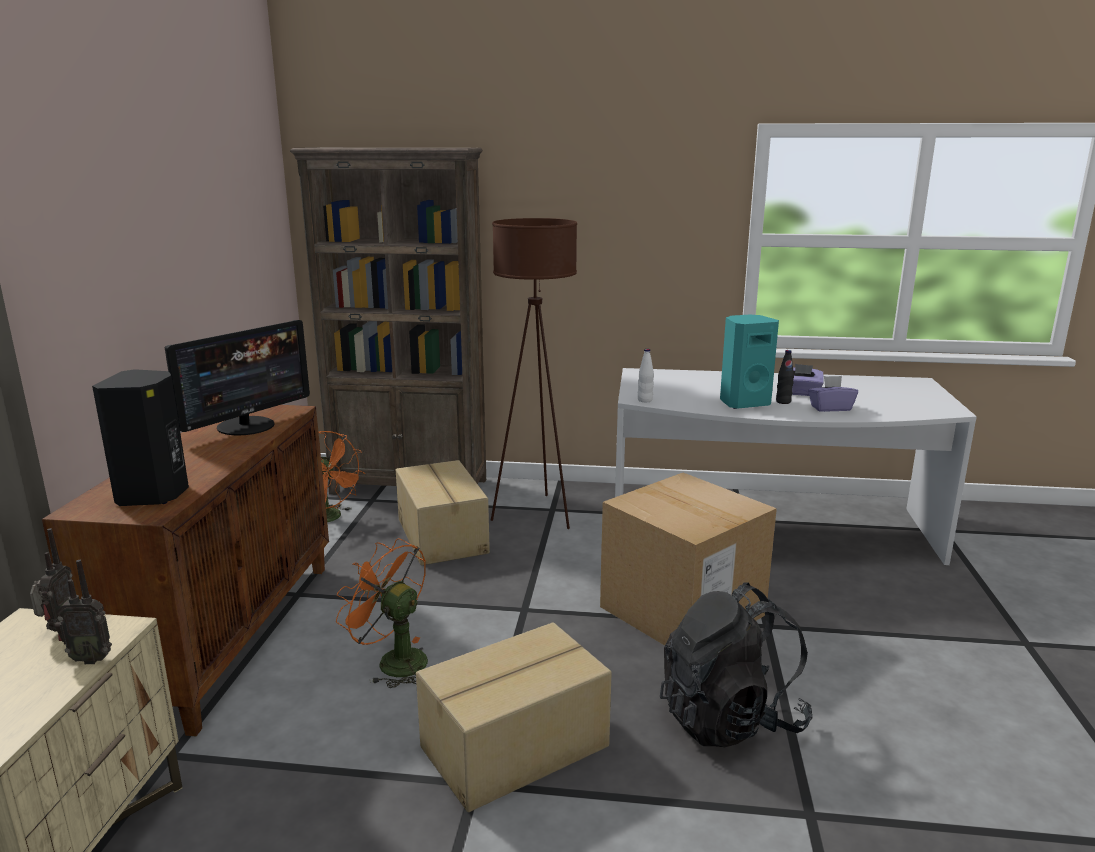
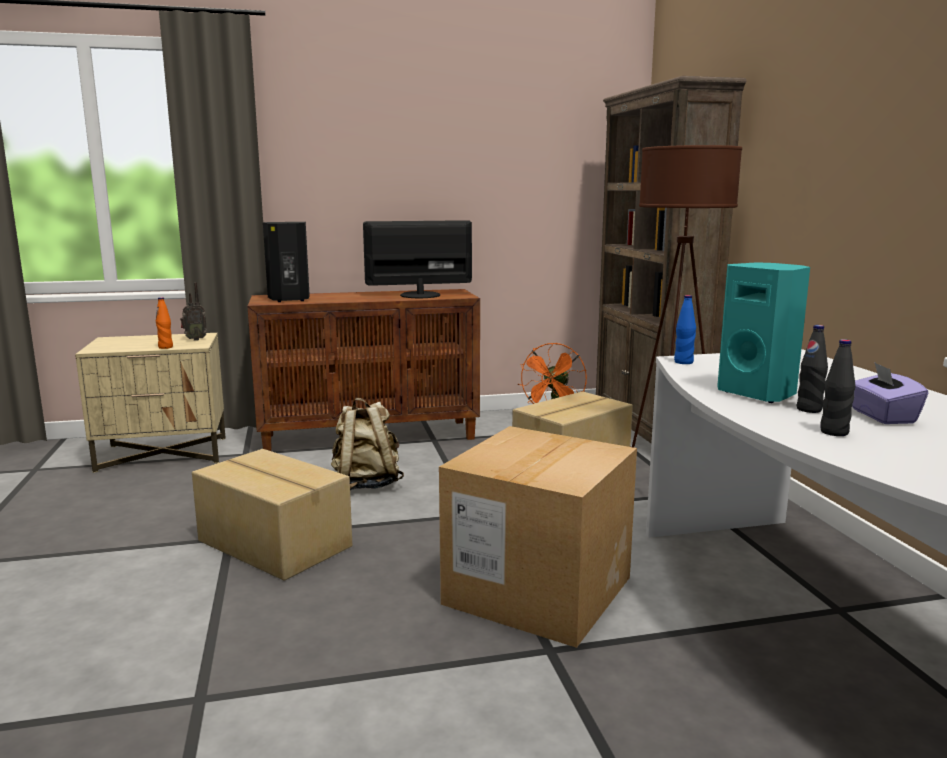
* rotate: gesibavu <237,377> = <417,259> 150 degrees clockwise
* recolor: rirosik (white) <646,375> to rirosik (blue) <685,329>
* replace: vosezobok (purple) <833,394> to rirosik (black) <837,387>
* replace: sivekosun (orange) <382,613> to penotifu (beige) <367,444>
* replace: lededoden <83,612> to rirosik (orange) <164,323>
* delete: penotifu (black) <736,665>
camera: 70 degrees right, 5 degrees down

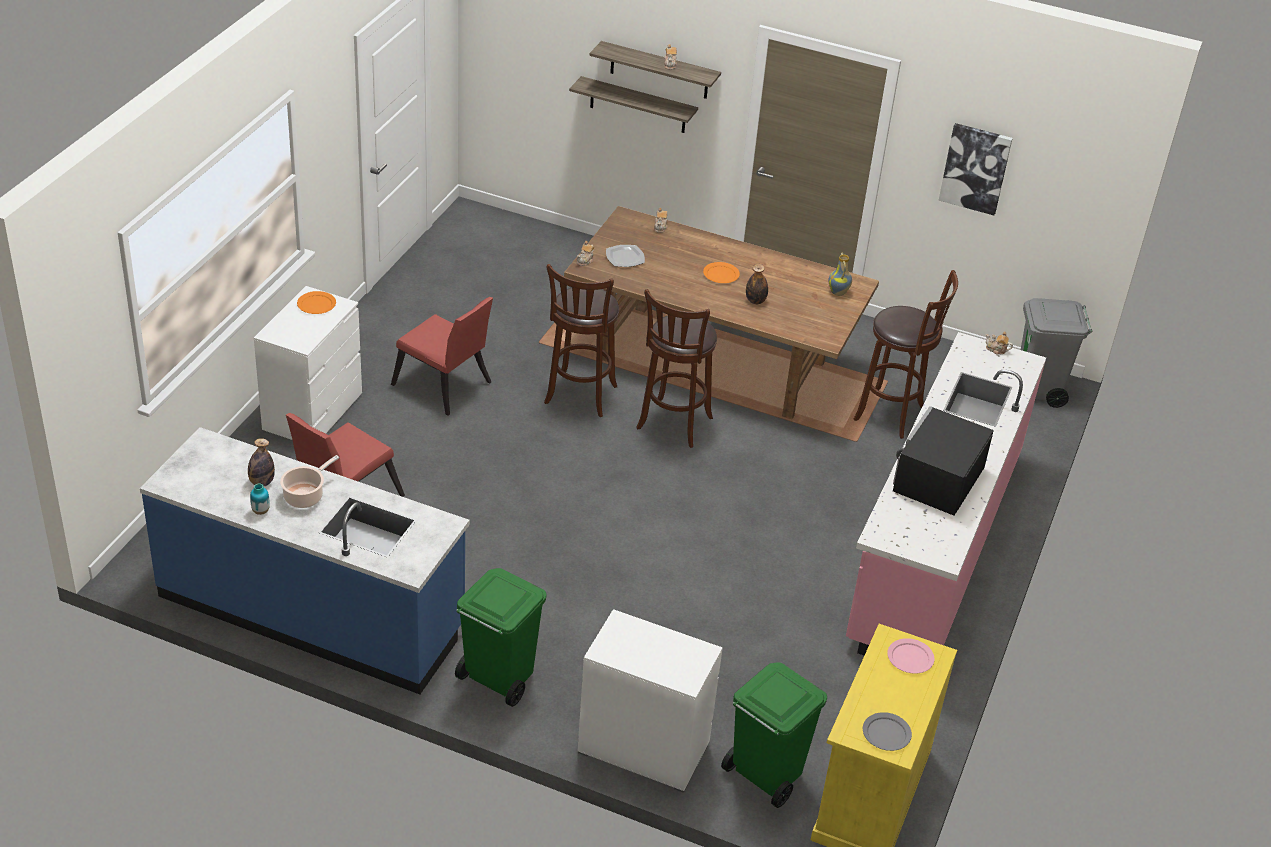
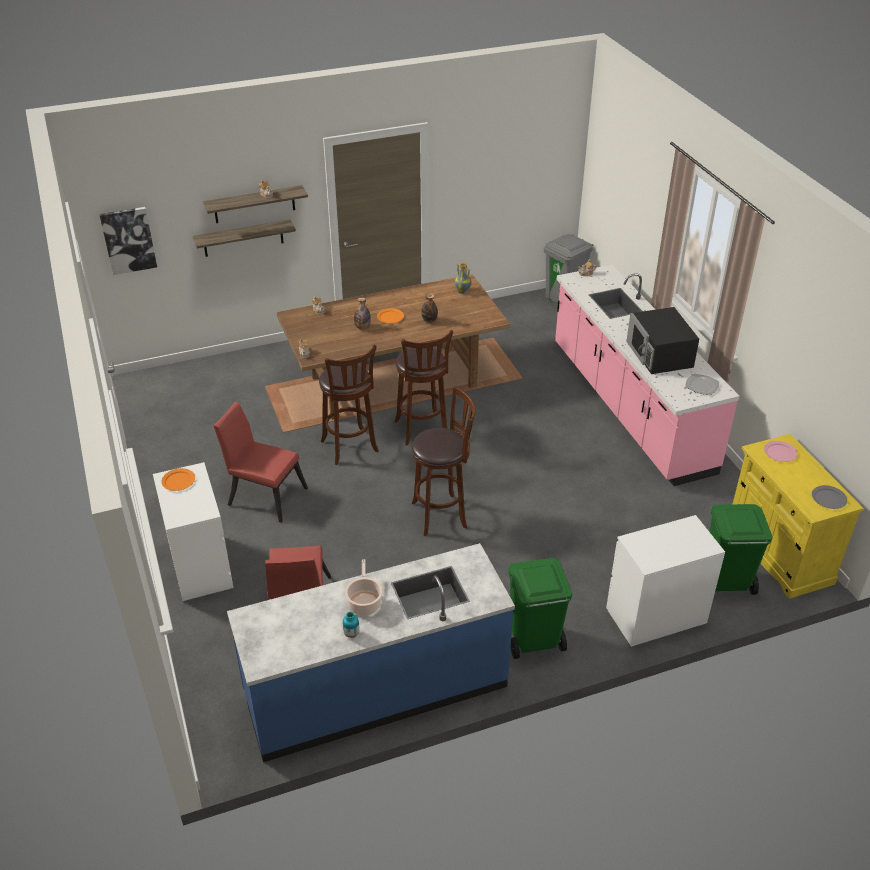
* move: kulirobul <976,169> to <128,241>
* move: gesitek <625,256> to <702,384>
* move: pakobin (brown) <906,354> to <443,461>
* rotate: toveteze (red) <442,356> = <260,462> 150 degrees counterclockwise
* move: rirosik <261,462> to <362,314>
camera: 40 degrees left, 0 degrees up

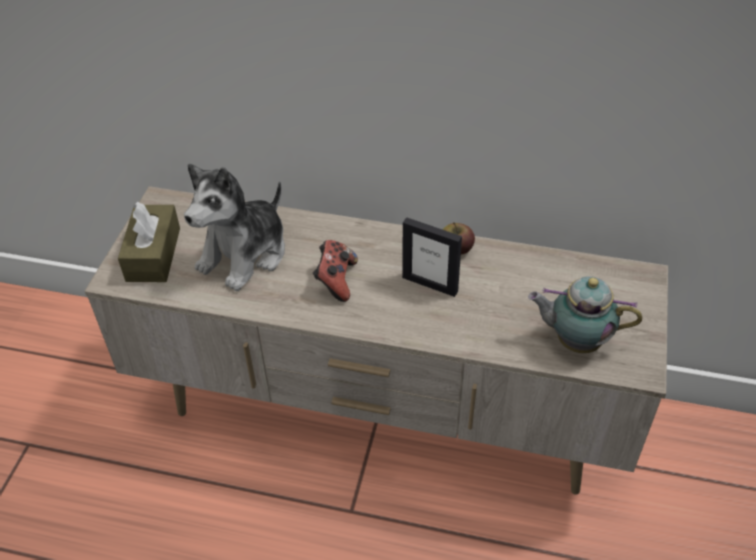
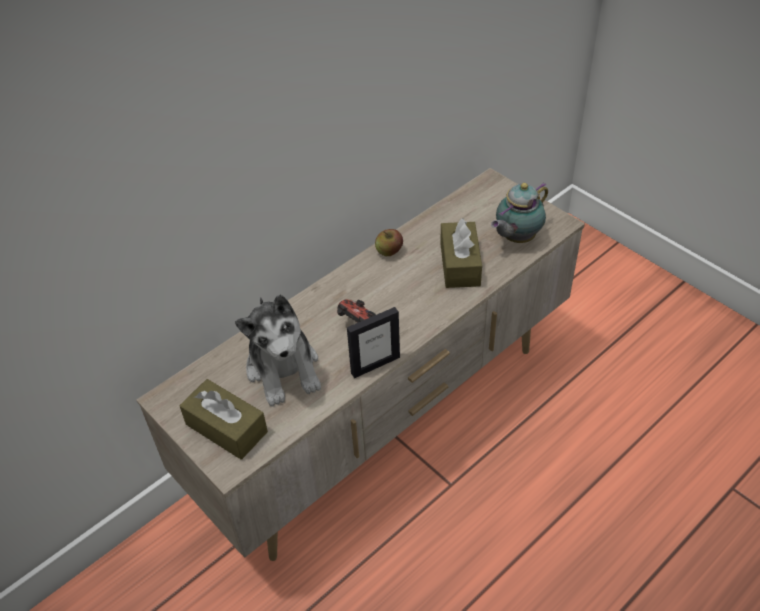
* move: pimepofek <432,257> to <373,342>
* insert: vosezobok (brown) <461,253>
camera: 55 degrees left, 0 degrees up

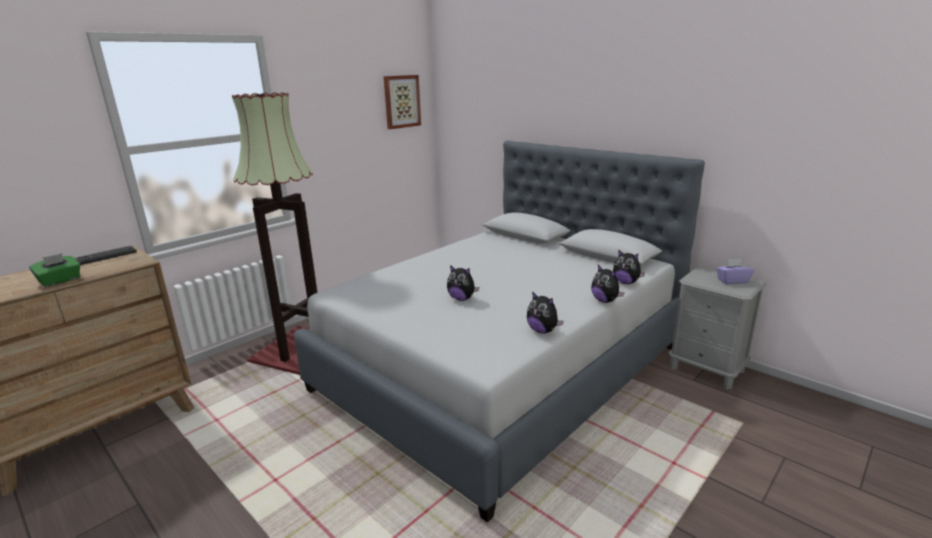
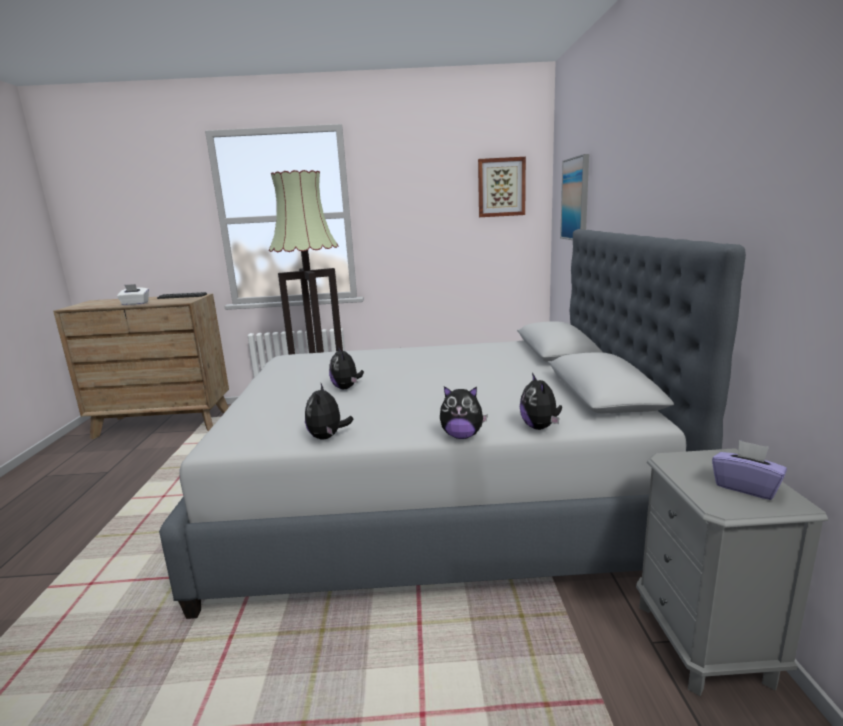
* recolor: vosezobok (green) <54,270> to vosezobok (white) <133,294>
* rotate: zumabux <607,284> = <464,412> 90 degrees counterclockwise
* insert: kulirobul <574,197>
camera: 45 degrees right, 5 degrees down

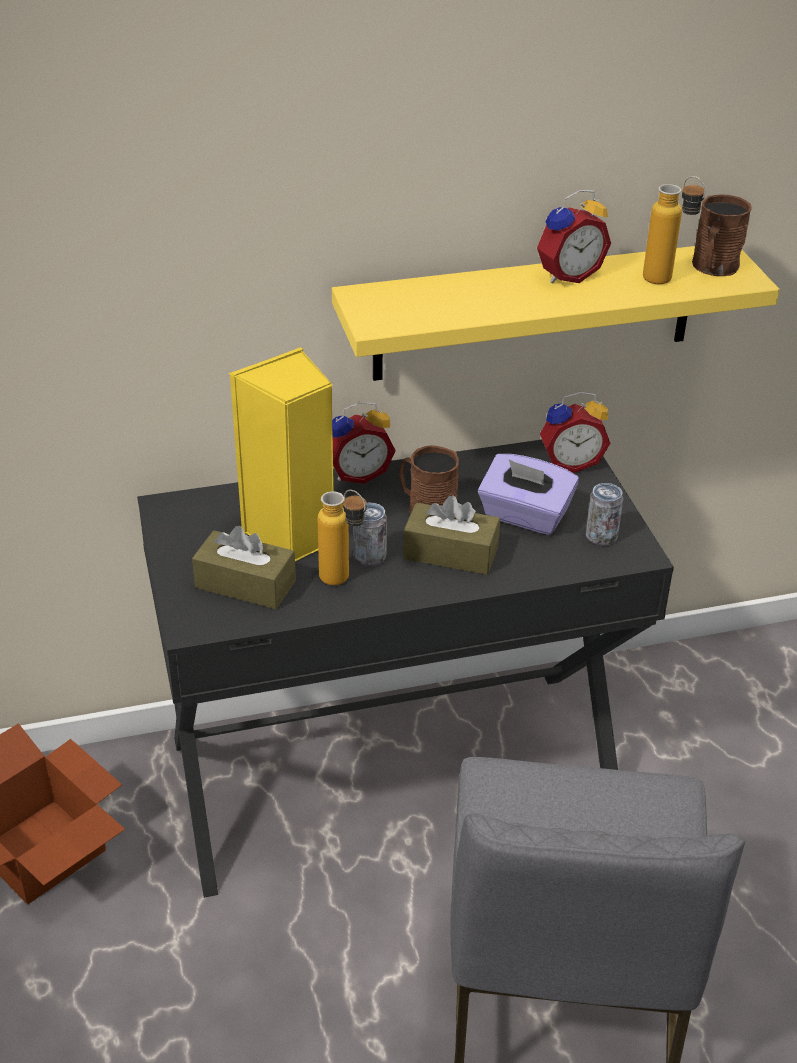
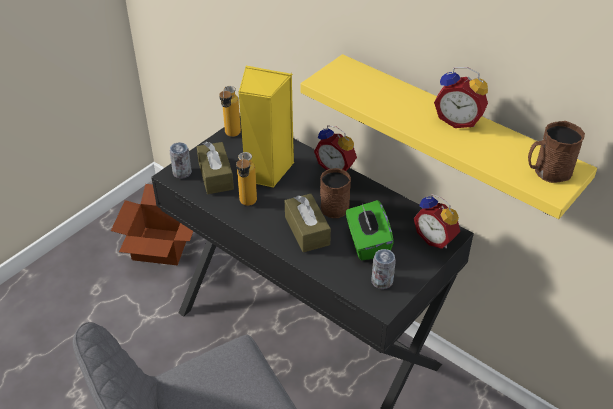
* move: rirosik <674,230> to <230,111>
* recolor: vosezobok (purple) <528,494> to vosezobok (green) <370,230>
* move: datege <370,534> to <181,160>
camera: 55 degrees right, 5 degrees up

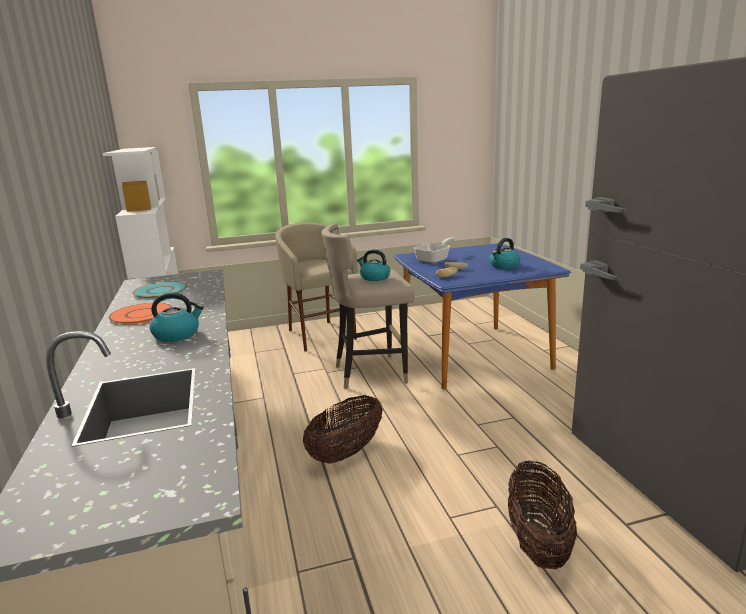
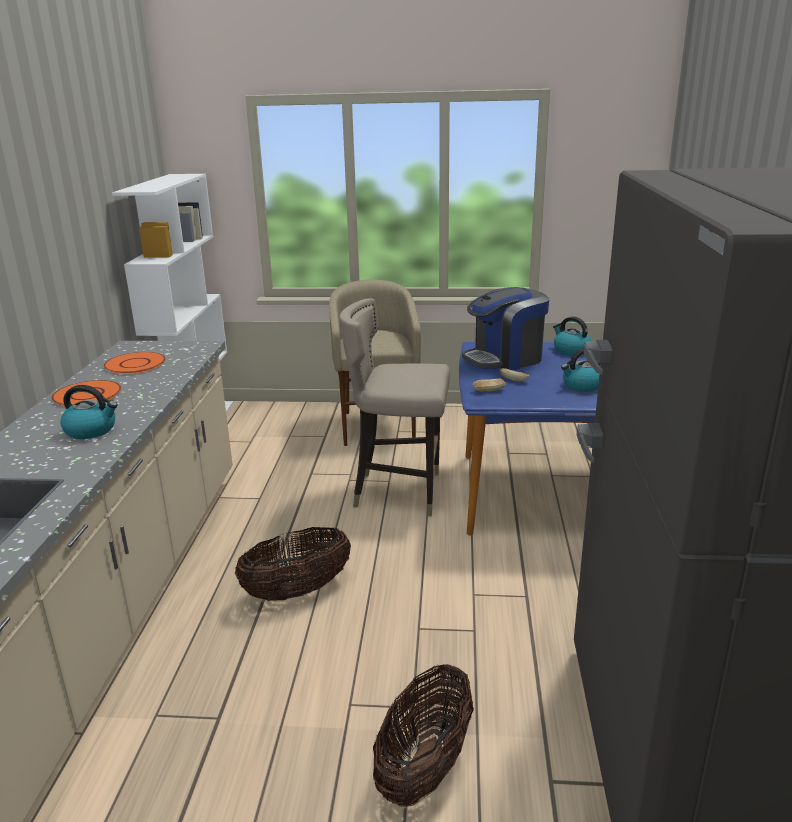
* replace: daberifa <434,250> to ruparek <505,328>
* move: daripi <373,265> to <572,336>
* recolor: gesitek (turquoise) <160,290> to gesitek (orange) <134,363>
camera: 20 degrees right, 5 degrees up

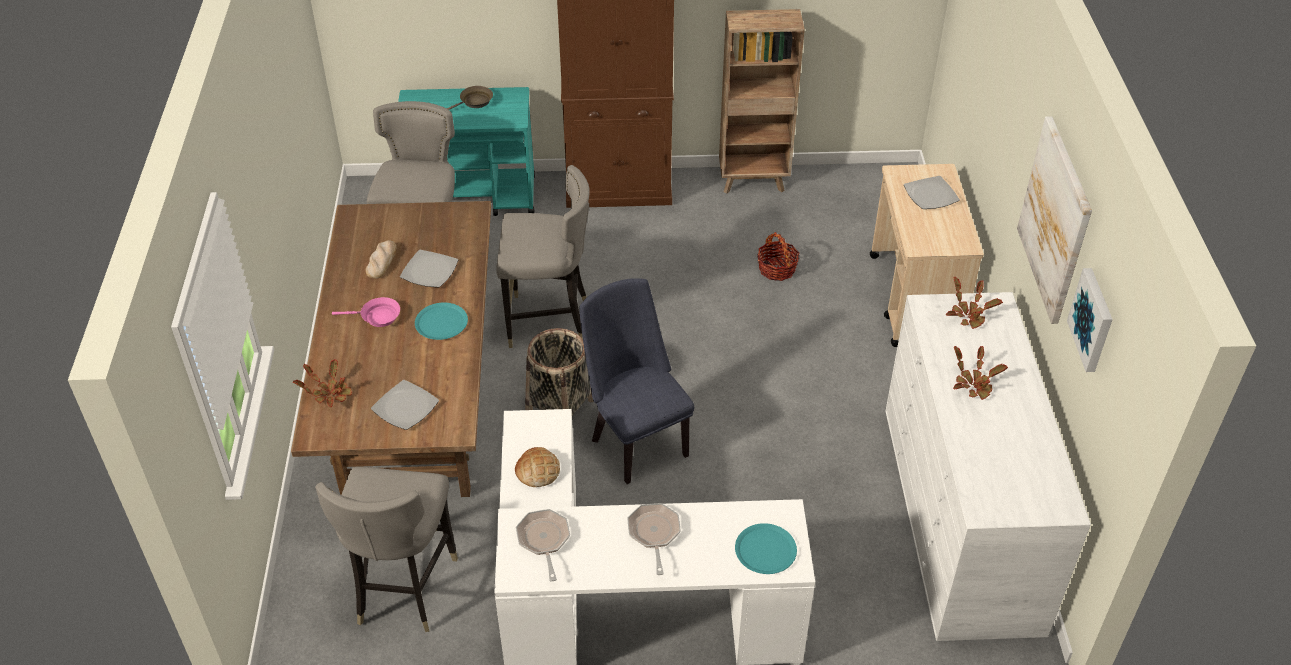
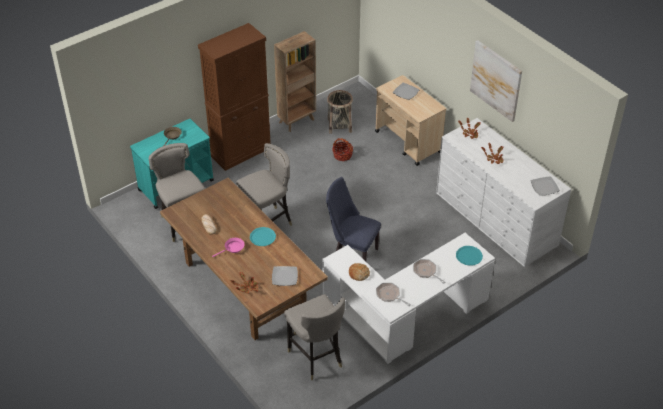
* move: gesitek <429,268> to <545,185>
* delete: kulirobul <1090,320>
* move: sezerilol <559,371> to <340,112>
camera: 35 degrees left, 0 degrees up

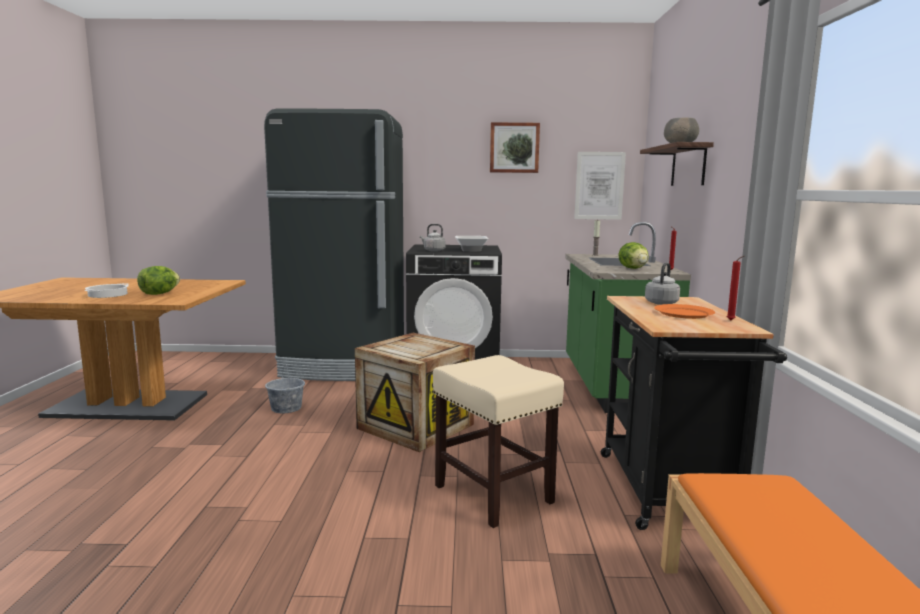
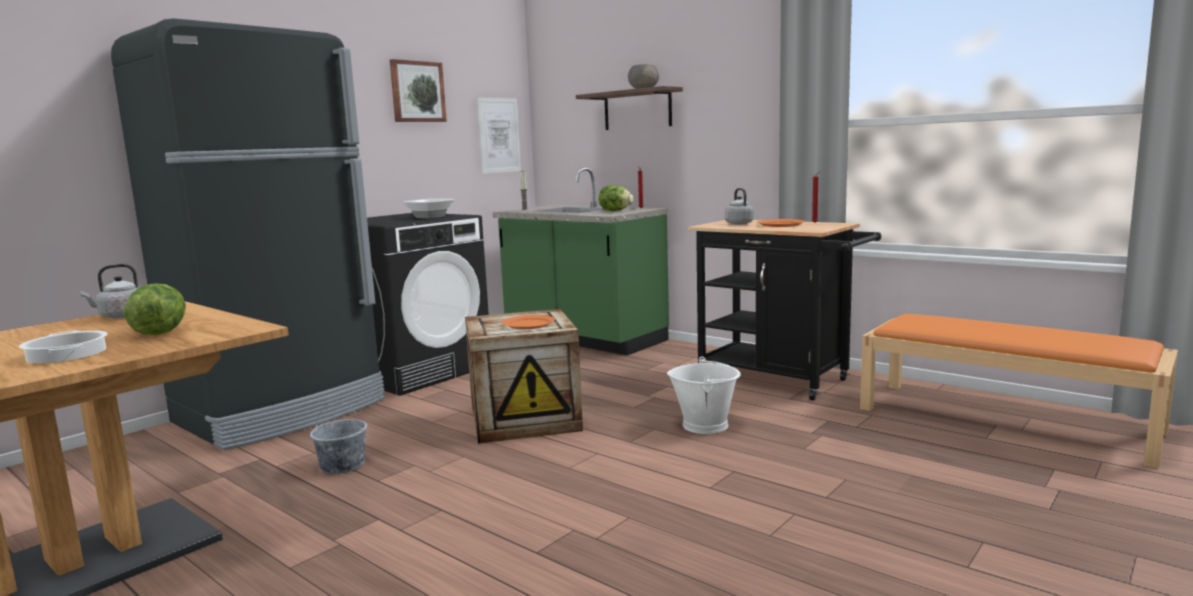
* move: daripi (grey) <433,238> to <109,291>
* replace: pakobin (beige) <498,441> to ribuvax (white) <704,395>
* insert: gesitek (orange) <528,322>
camera: 50 degrees left, 0 degrees up

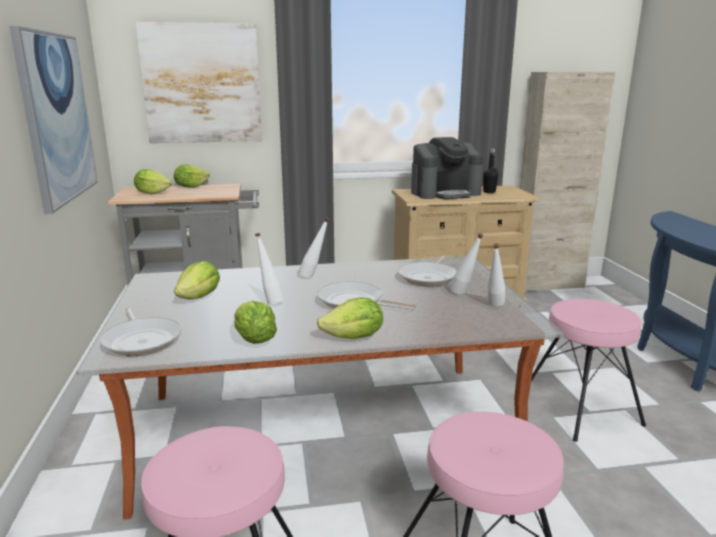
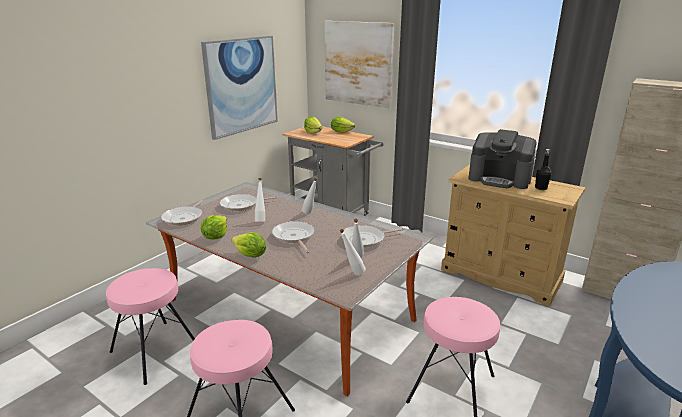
* replace: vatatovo <197,280> to daberifa <249,202>
camera: 45 degrees right, 5 degrees up

